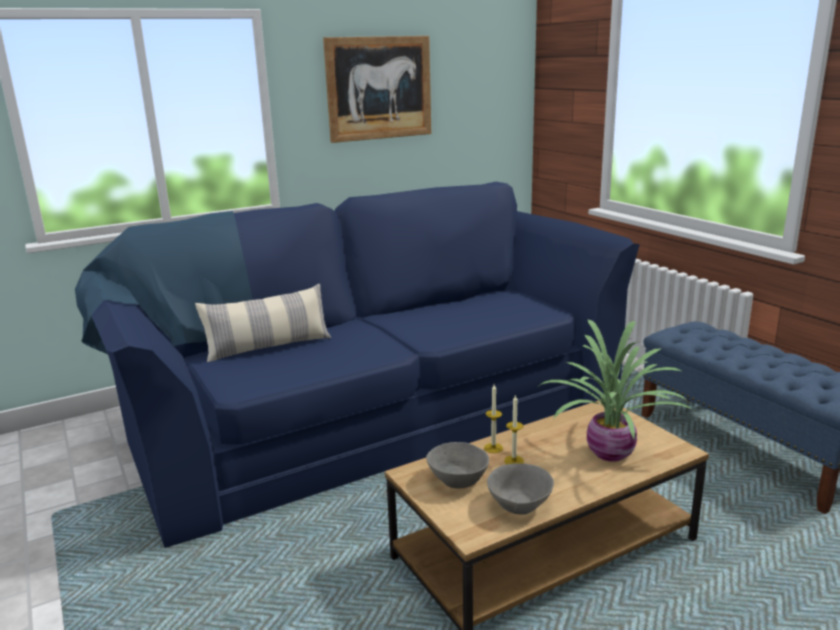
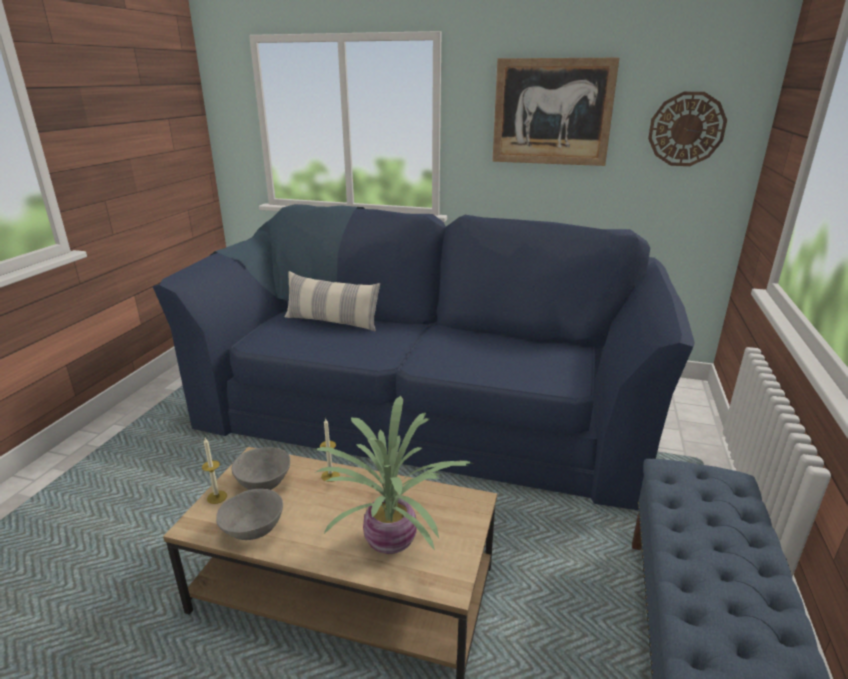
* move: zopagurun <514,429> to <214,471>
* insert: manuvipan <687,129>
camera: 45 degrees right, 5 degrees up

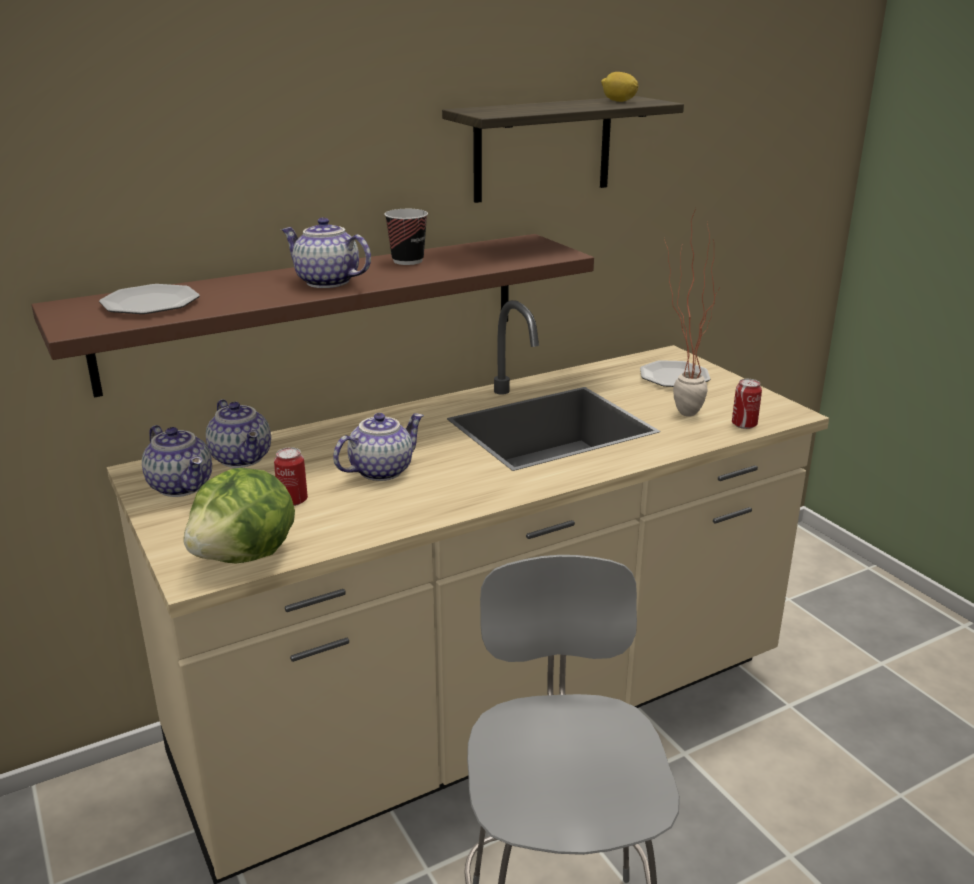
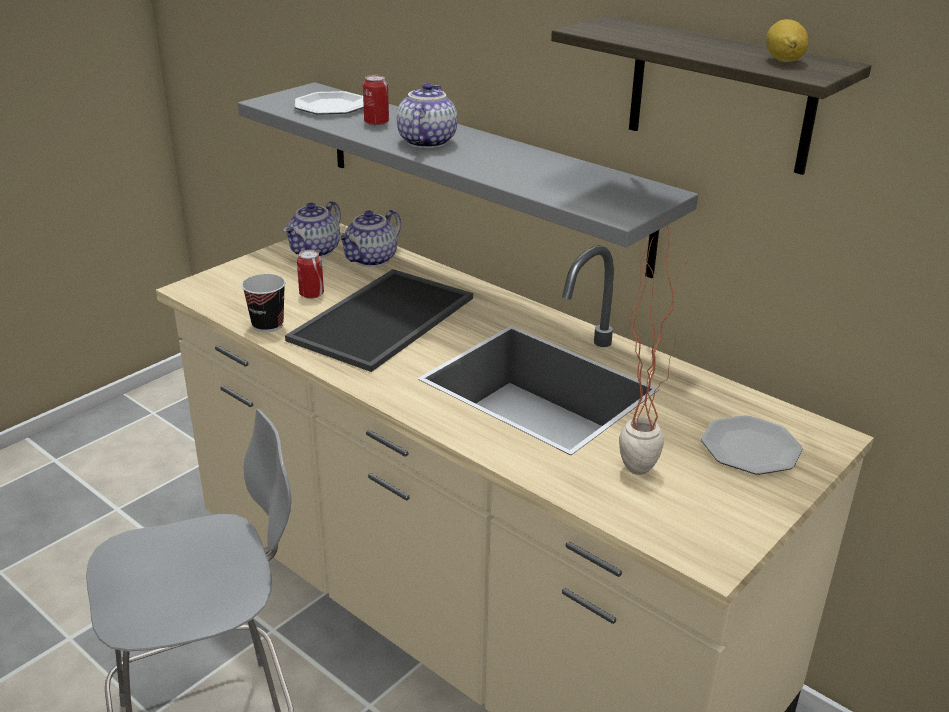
* move: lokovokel <406,237> to <264,303>
* recolor: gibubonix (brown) <312,316> to gibubonix (grey) <468,180>
* move: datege <747,404> to <376,100>
* replace: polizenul <378,447> to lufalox <379,320>
* delete: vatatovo <239,515>
camera: 70 degrees right, 5 degrees up

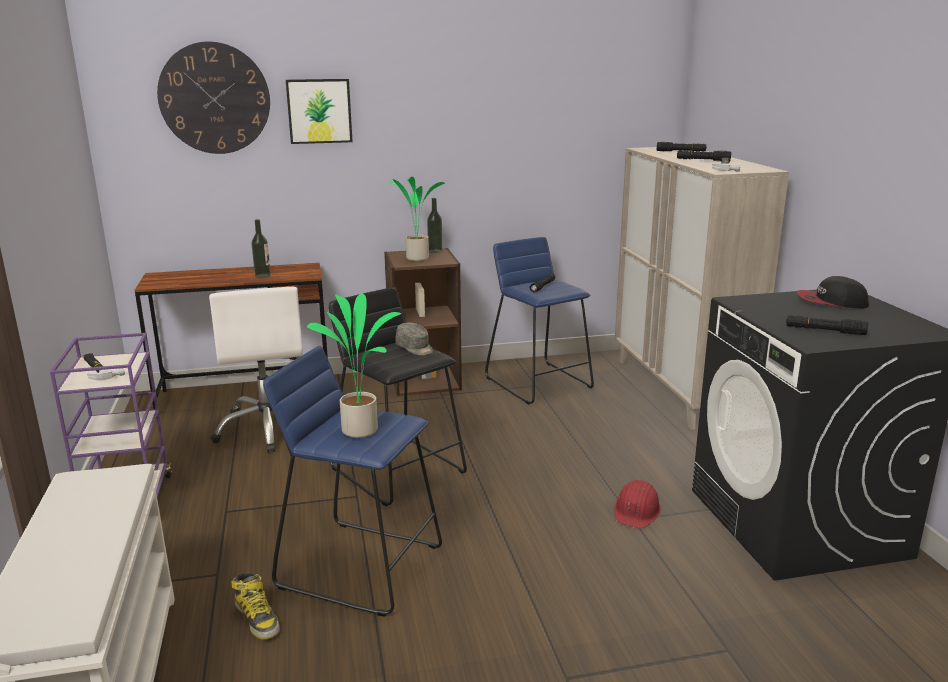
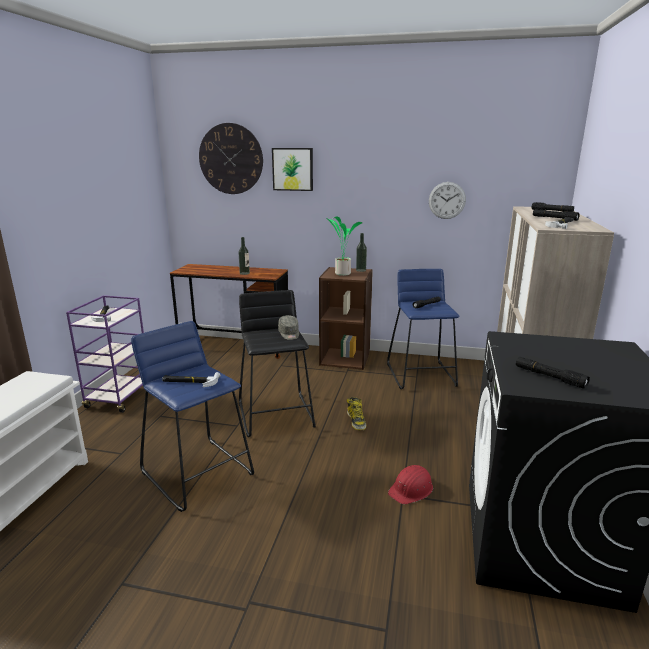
* delete: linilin <833,292>
* delete: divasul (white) <256,370>
* replace: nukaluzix <354,365> to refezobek <191,379>
* move: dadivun <255,606> to <356,413>
* insert: manuvipan <447,200>
camera: 25 degrees right, 0 degrees up

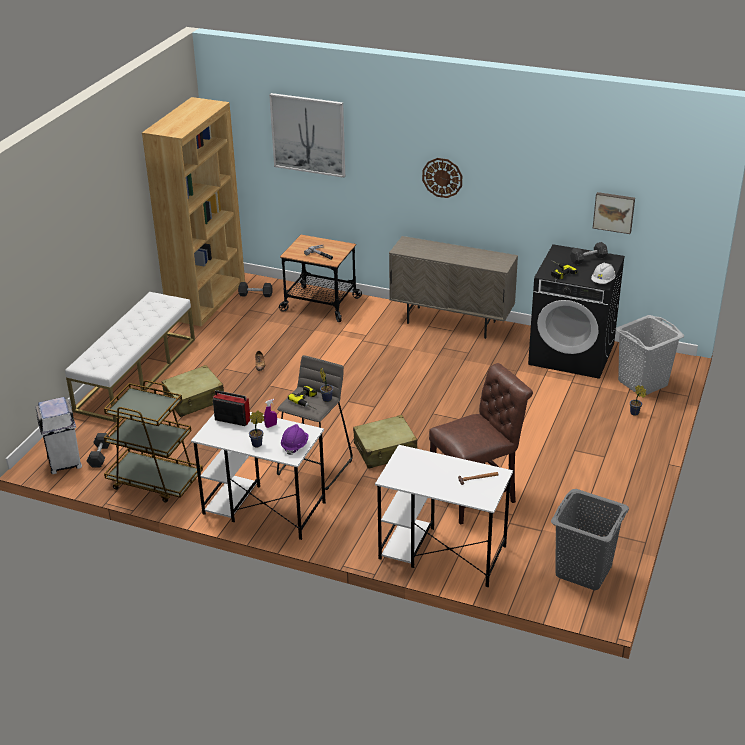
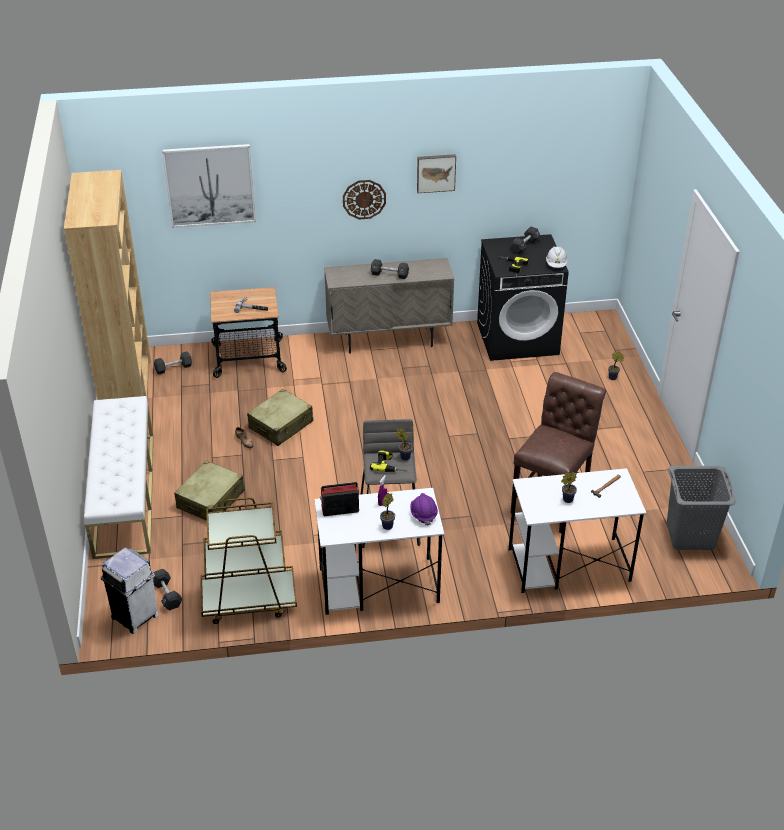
* move: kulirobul <614,213> to <436,173>
* delete: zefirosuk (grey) <650,355>
* move: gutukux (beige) <385,442> to <280,417>
* insert: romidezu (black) <390,269>
* insert: nukaluzix <569,487>
camera: 30 degrees left, 5 degrees up

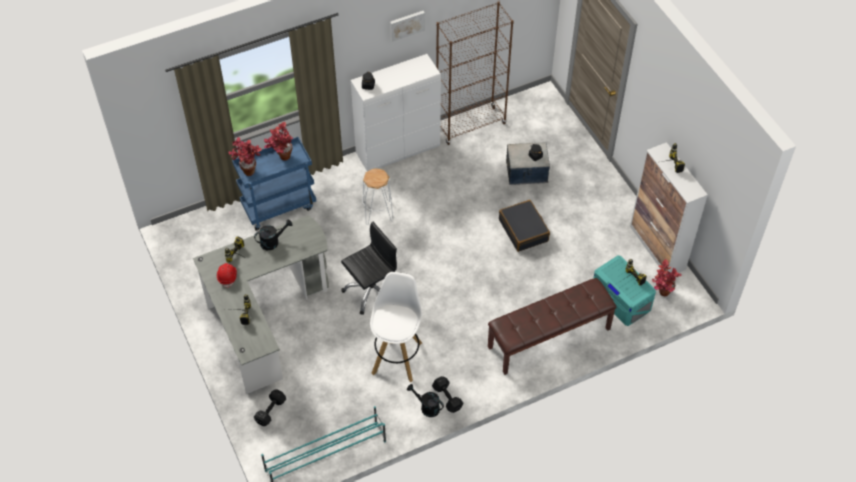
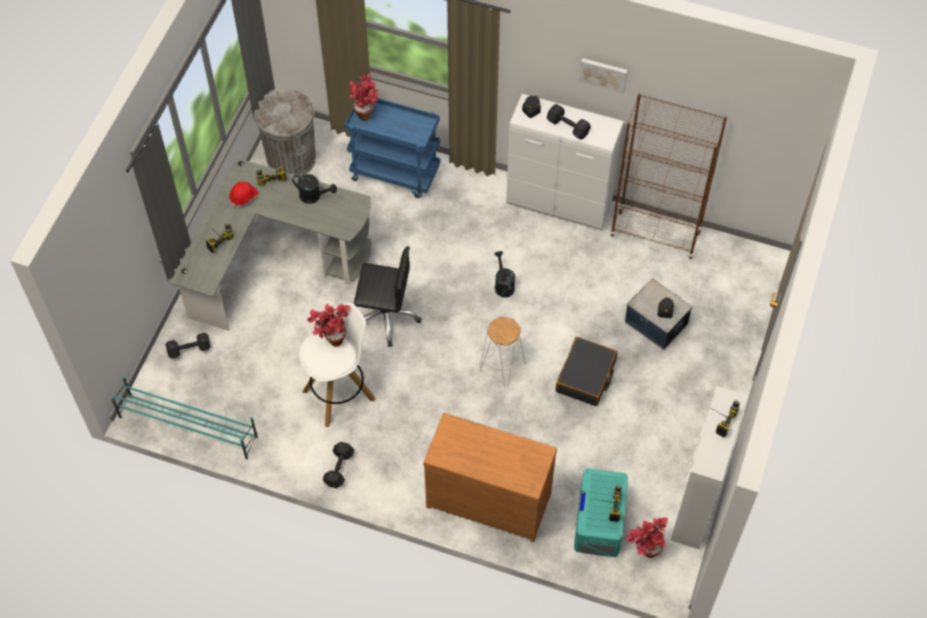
* move: nukaluzix <278,141> to <329,325>
* move: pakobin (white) <377,196> to <502,352>
* replace: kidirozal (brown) <552,326> to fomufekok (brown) <490,477>
* move: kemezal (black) <425,400> to <505,274>
* insert: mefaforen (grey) <285,132>
* insert: romidezu (black) <569,122>
camera: 45 degrees right, 5 degrees up

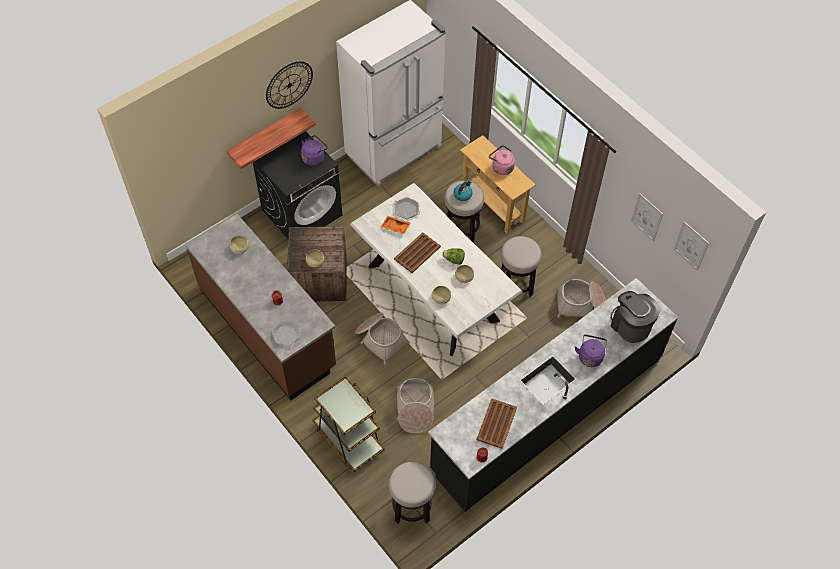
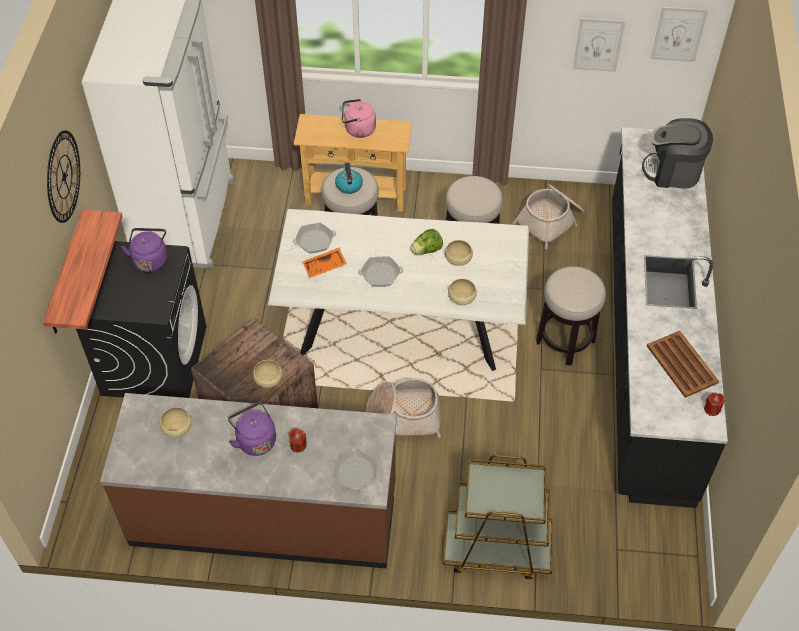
* replace: lufalox (brown) <417,252> to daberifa <380,271>
* move: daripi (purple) <591,351> to <252,429>
* delete: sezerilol <415,405>
* move: pakobin <412,492> to <571,315>
camera: 45 degrees left, 5 degrees down

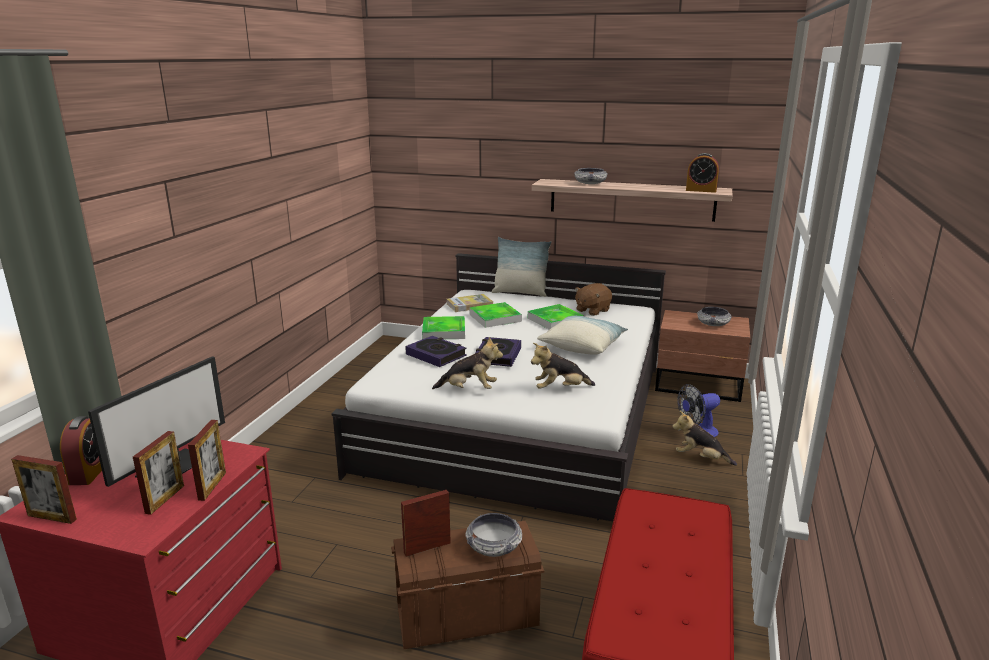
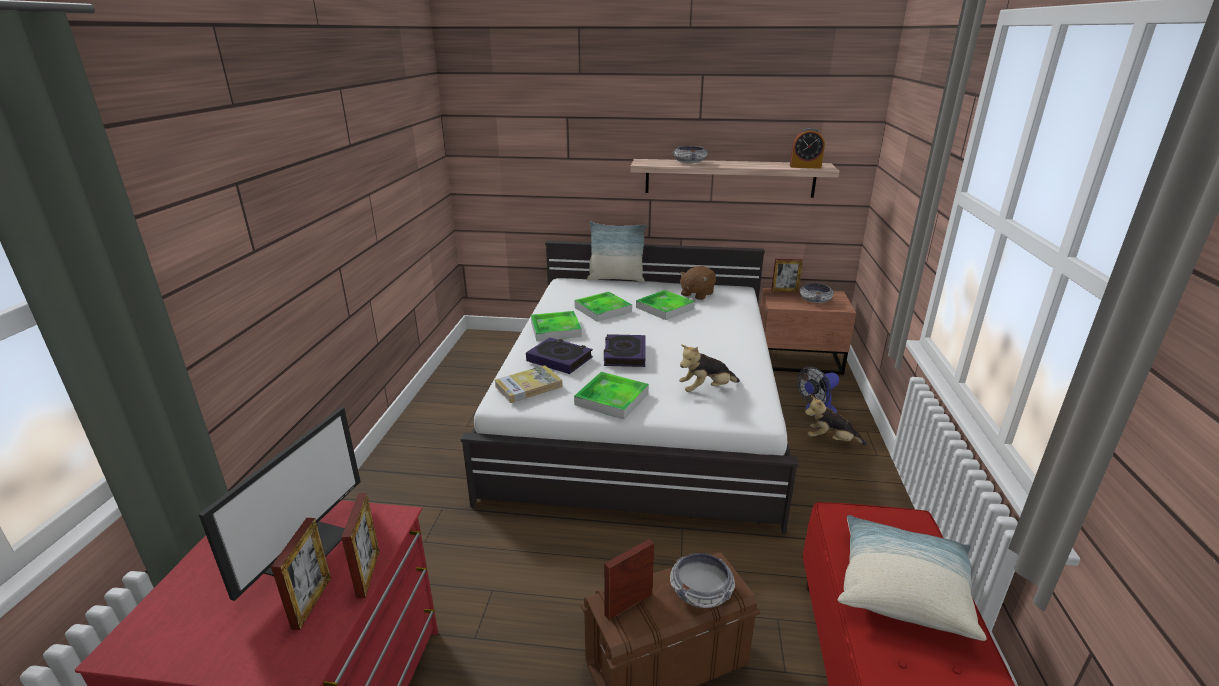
* move: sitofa <470,303> to <528,384>
* move: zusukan <582,335> to <912,578>
* replace: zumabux <467,363> to lufalox <611,396>
* delete: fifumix <81,450>
* move: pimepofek <44,489> to <787,276>
camera: 10 degrees left, 5 degrees up

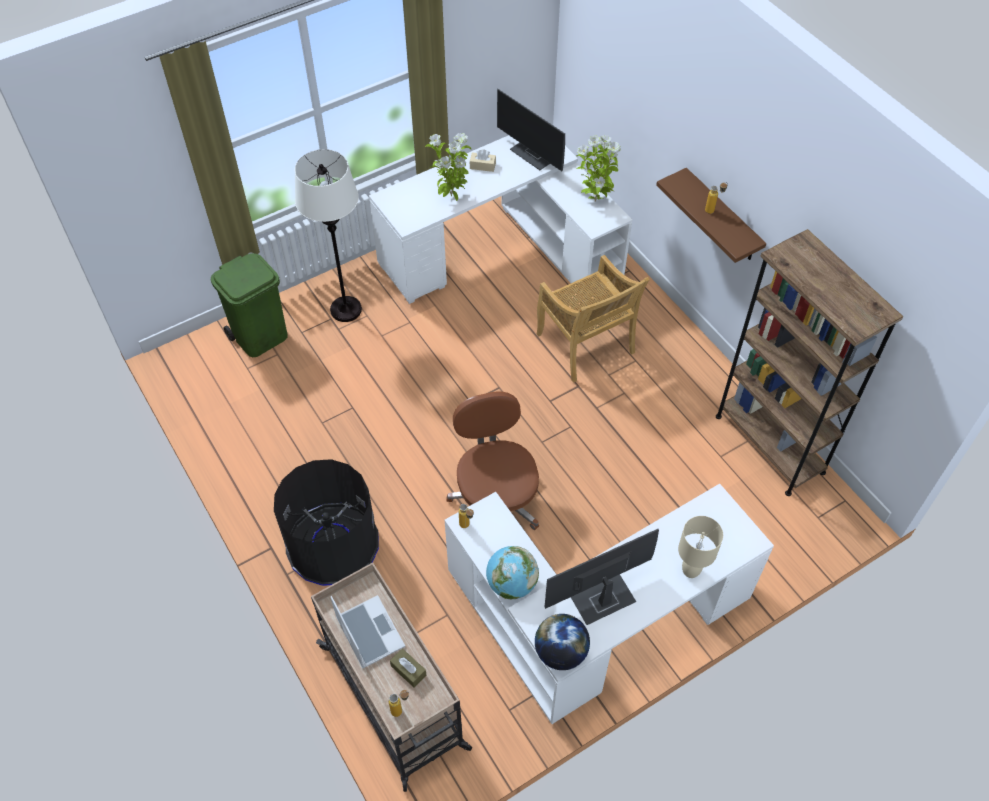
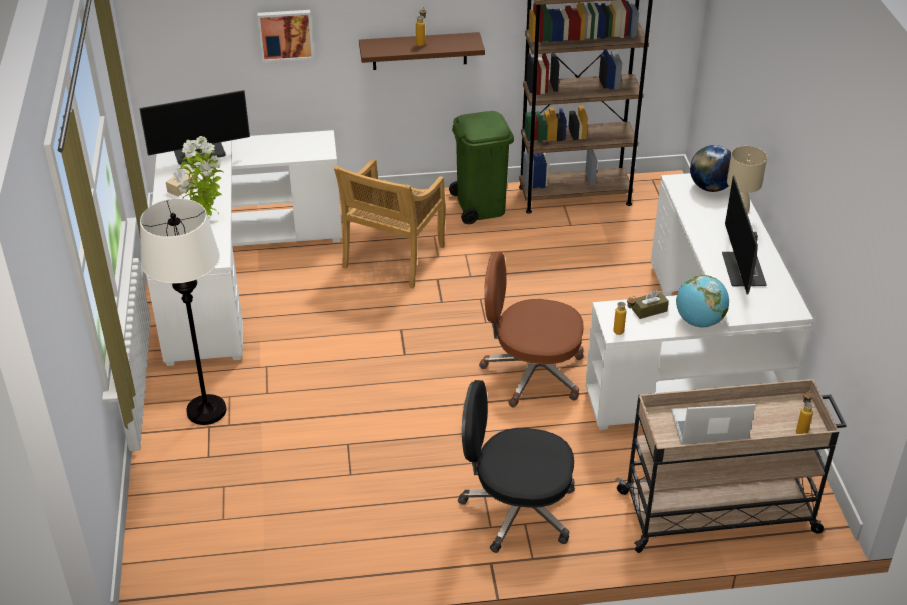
* delete: nukaluzix <598,168>
* move: mefaforen (green) <249,305> to <481,167>
* rotate: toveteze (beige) <593,319> = <390,224> 120 degrees clockwise
* replace: mefaforen (black) <326,522> to divasul (black) <516,466>
* move: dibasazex <562,642> to <710,168>
* move: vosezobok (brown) <408,668> to <650,304>
* insert: kulirobul <285,36>
camera: 65 degrees left, 15 degrees down

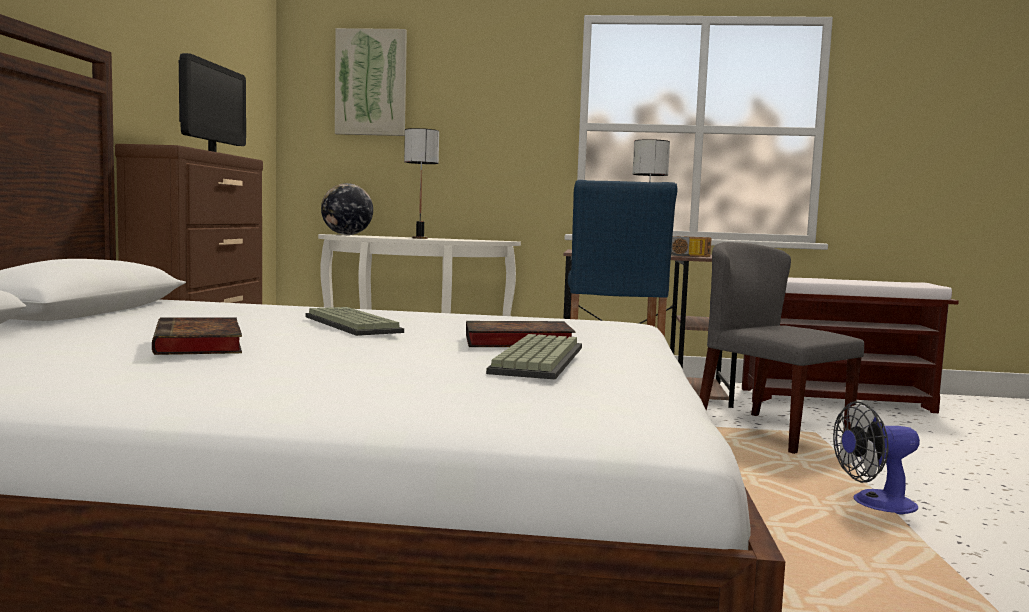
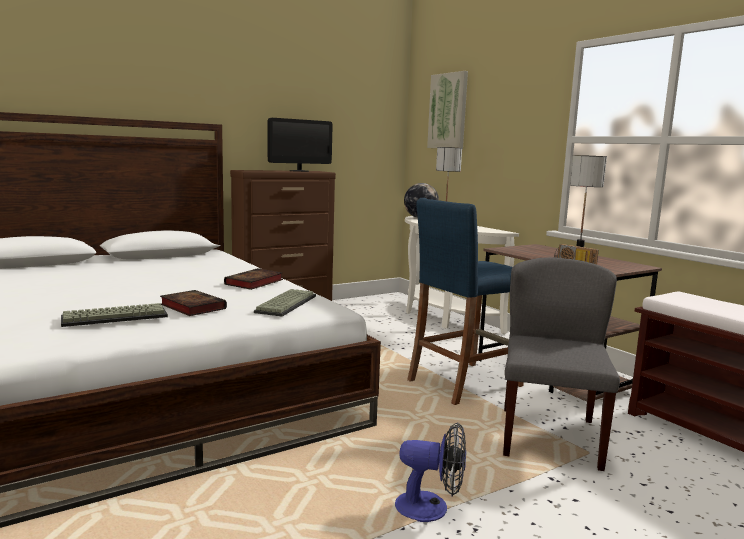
* move: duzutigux <354,321> to <285,303>
* move: sitofa <197,336> to <253,279>
* rotate: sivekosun <876,457> = <430,472> 150 degrees clockwise
camera: 50 degrees right, 5 degrees up

